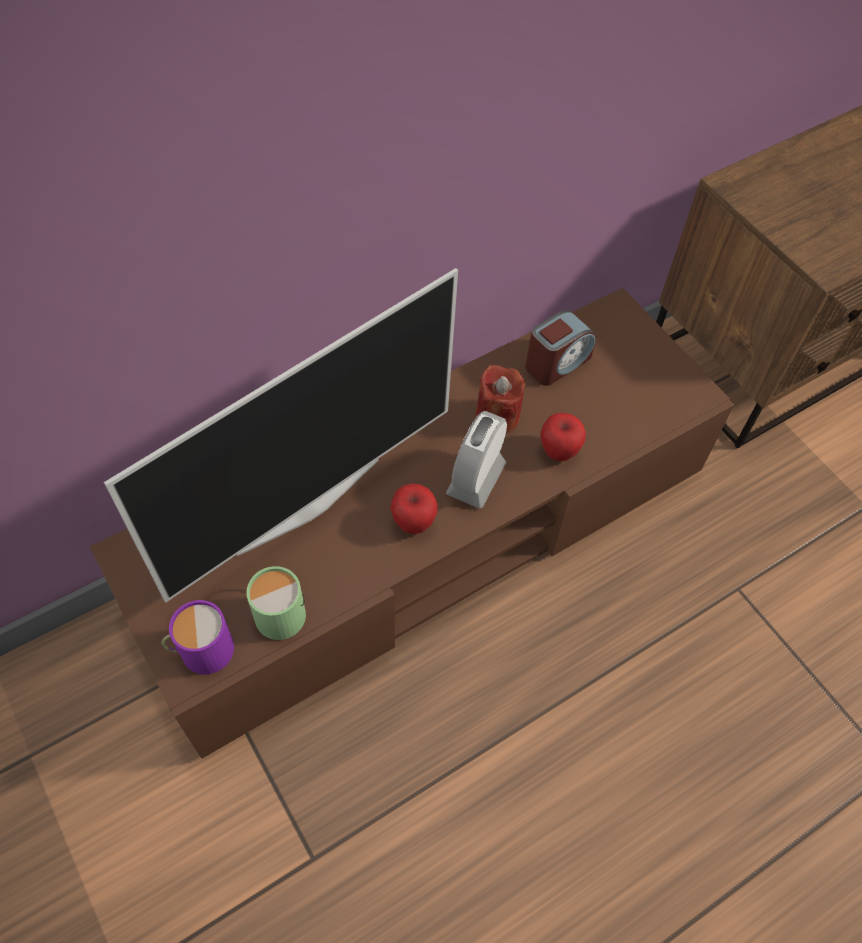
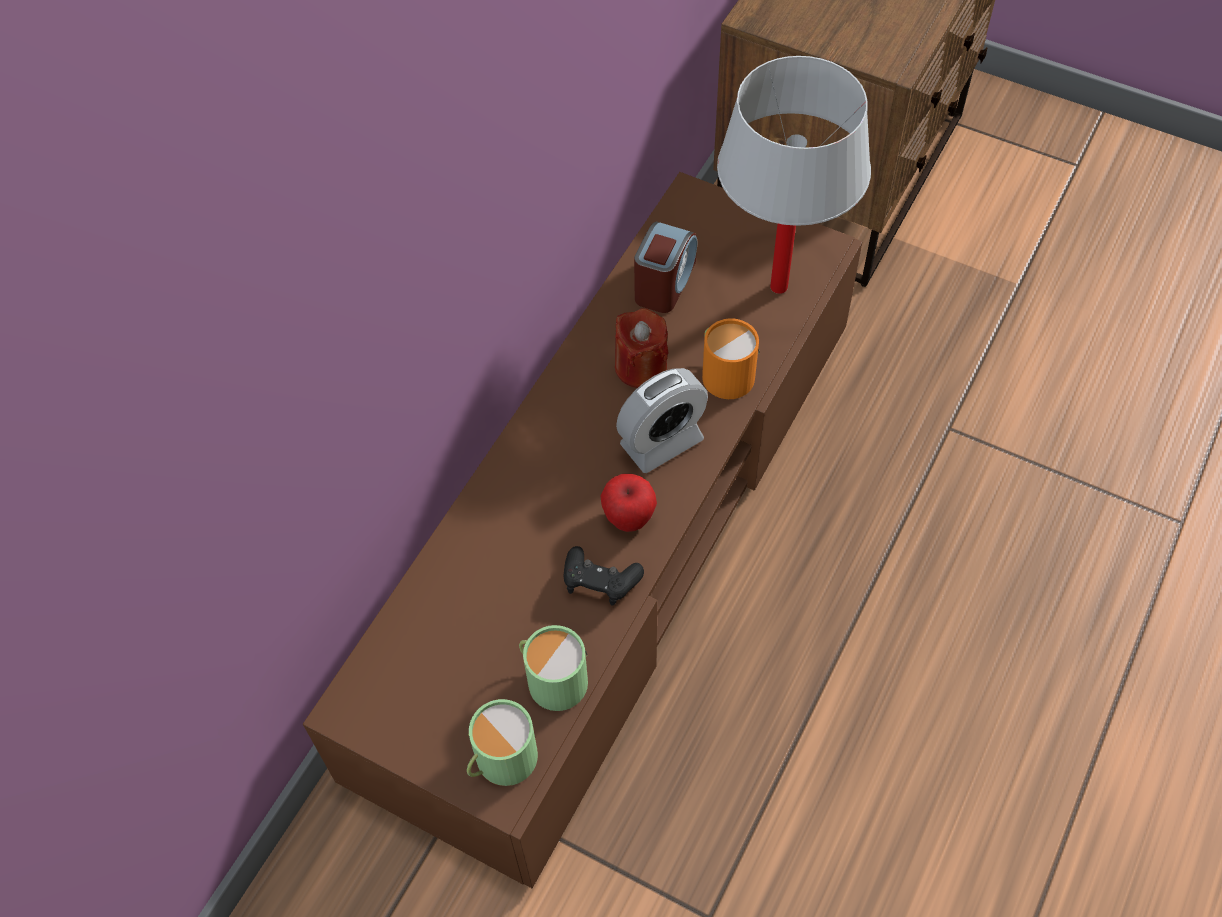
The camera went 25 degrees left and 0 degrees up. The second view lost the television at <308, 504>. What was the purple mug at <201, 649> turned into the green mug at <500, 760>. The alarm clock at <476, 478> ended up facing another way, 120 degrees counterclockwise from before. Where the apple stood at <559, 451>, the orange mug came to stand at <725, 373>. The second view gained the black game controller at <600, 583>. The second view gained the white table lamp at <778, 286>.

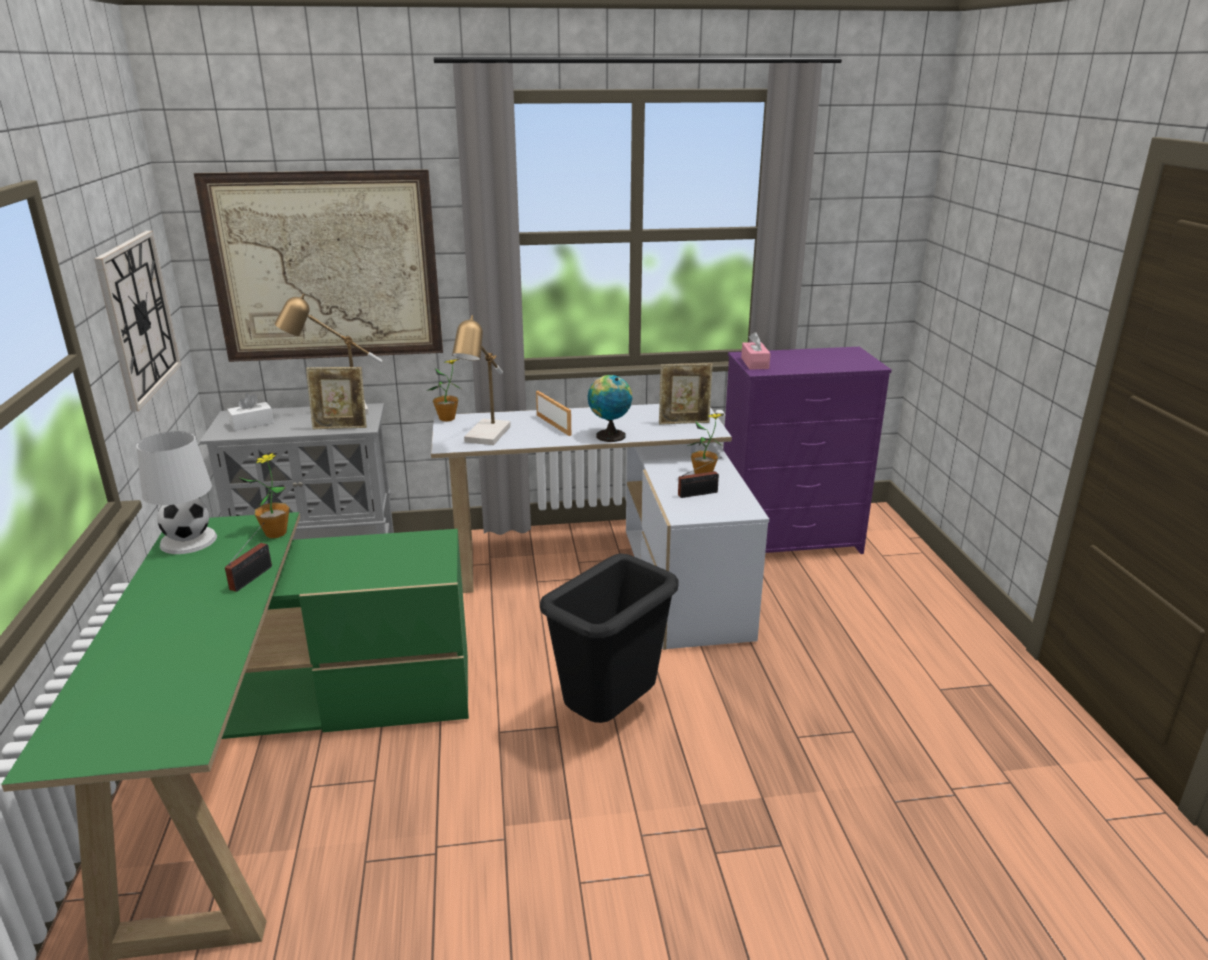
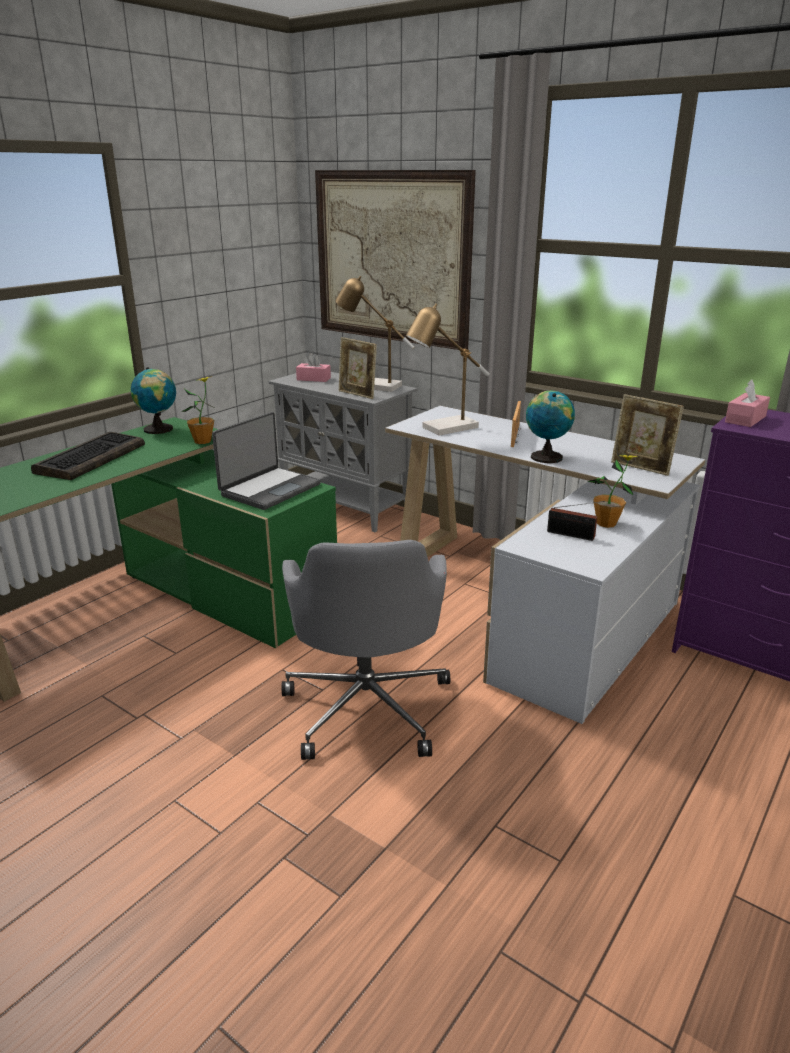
The camera went 45 degrees right and 0 degrees up. The second view lost the wall clock at <138, 317>. Where the white table lamp stood at <189, 540>, the globe came to stand at <159, 430>. The second view lost the radio at <254, 576>. What was the white tissue box at <252, 423> turned into the pink tissue box at <313, 379>. The second view lost the potted plant at <447, 418>. Where the black trash can stood at <609, 716>, the grey office chair came to stand at <367, 706>. The second view gained the keyboard at <91, 458>. The second view gained the laptop at <269, 489>.

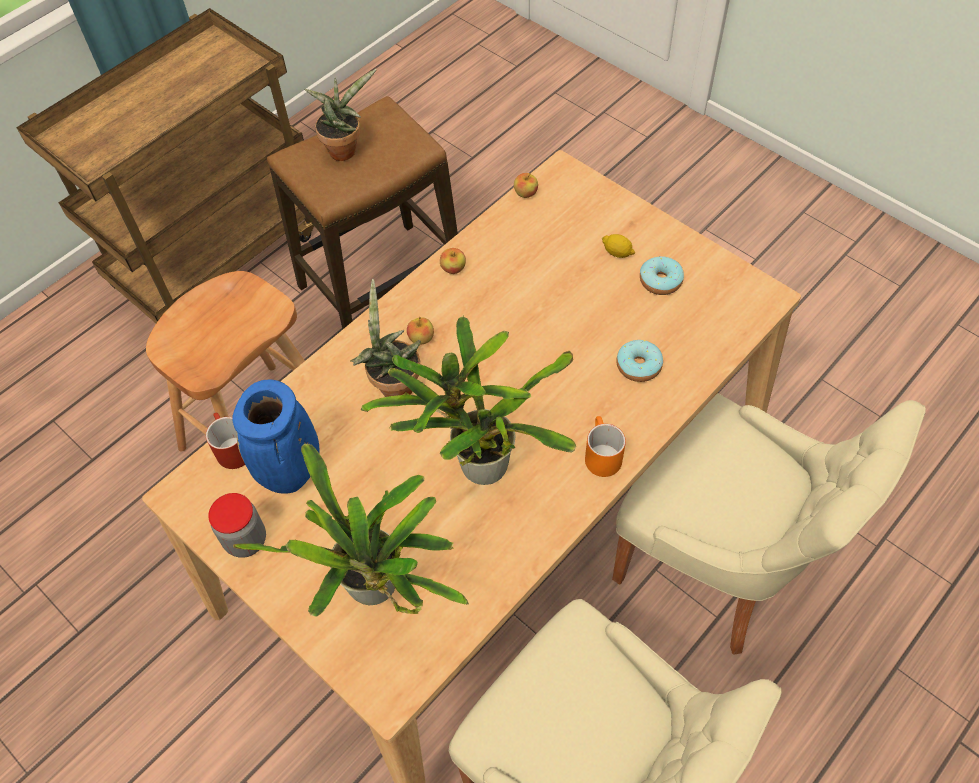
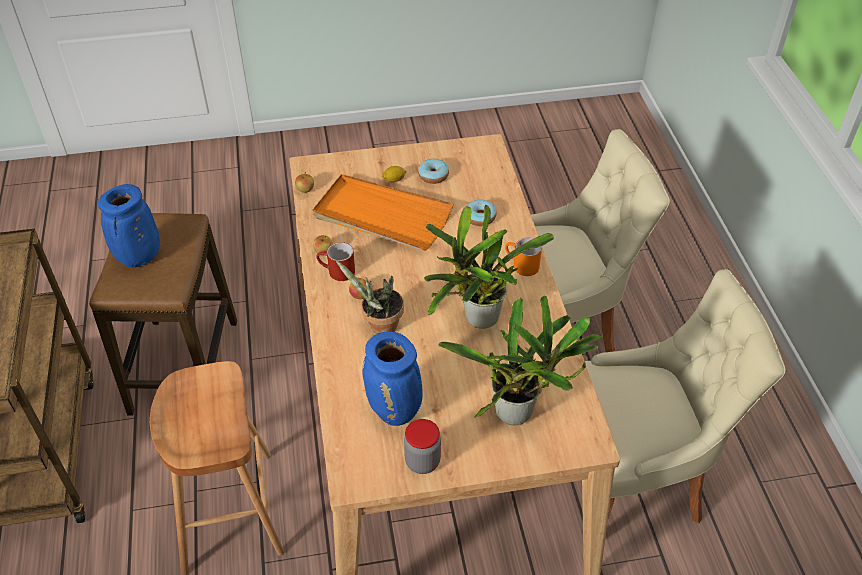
The camera went 55 degrees left and 10 degrees down. The red mug ended up elsewhere, having gone from <230, 448> to <336, 272>. Where the potted plant stood at <345, 148>, the blue vase came to stand at <139, 259>. The second view gained the orange tray at <381, 216>.

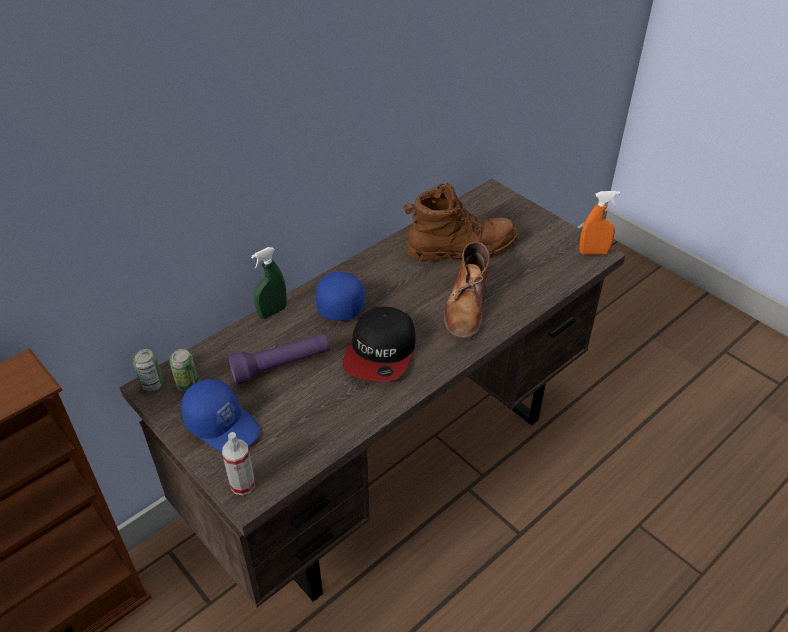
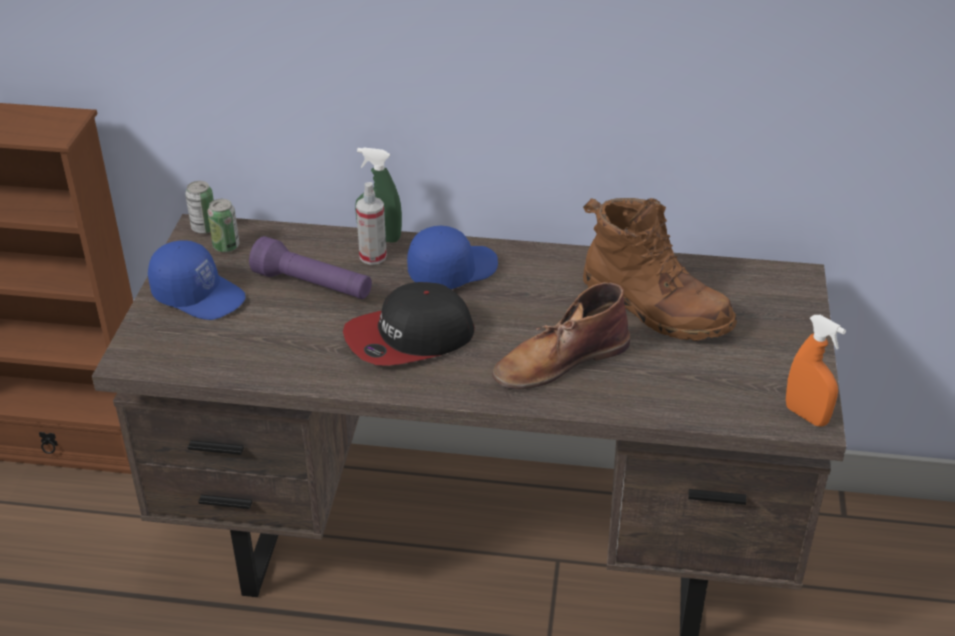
The camera went 50 degrees right and 5 degrees down. The blue cap at <223, 425> ended up facing another way, 60 degrees counterclockwise from before. The spray bottle ended up elsewhere, having gone from <242, 484> to <373, 256>.

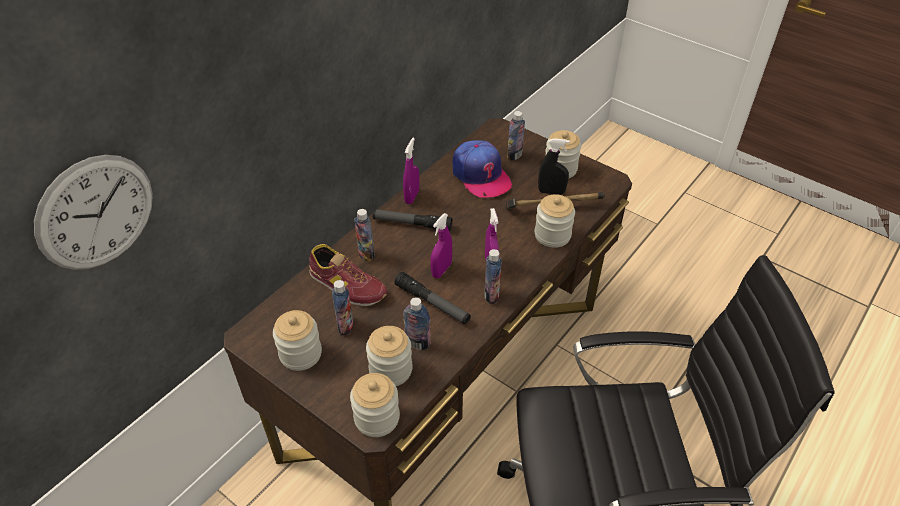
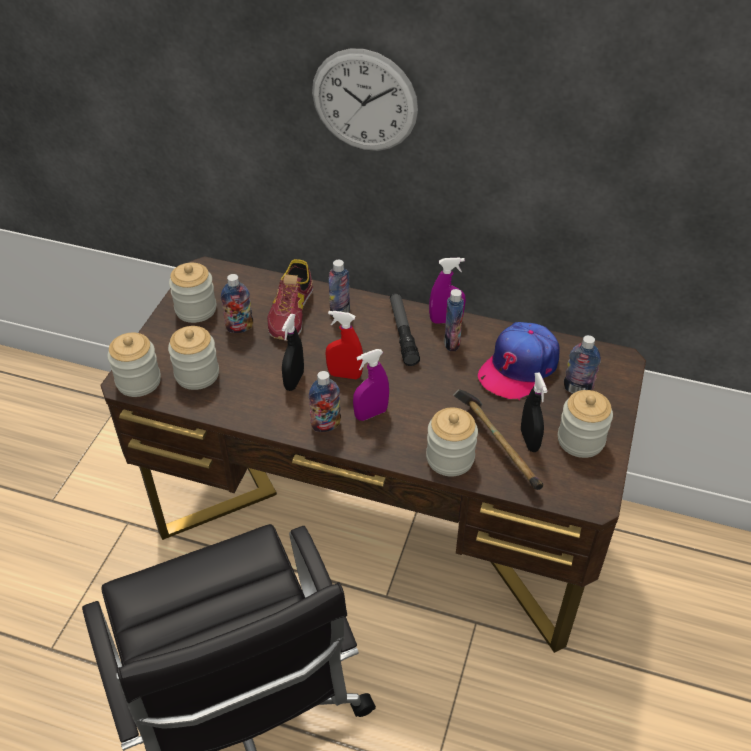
The camera went 70 degrees right and 0 degrees up. The wall clock ended up elsewhere, having gone from <96, 213> to <364, 101>. Where the flashlight stood at <432, 303>, the black spray bottle came to stand at <294, 381>. The bottle ended up elsewhere, having gone from <418, 343> to <452, 343>. What was the purple spray bottle at <441, 270> turned into the red spray bottle at <345, 375>.

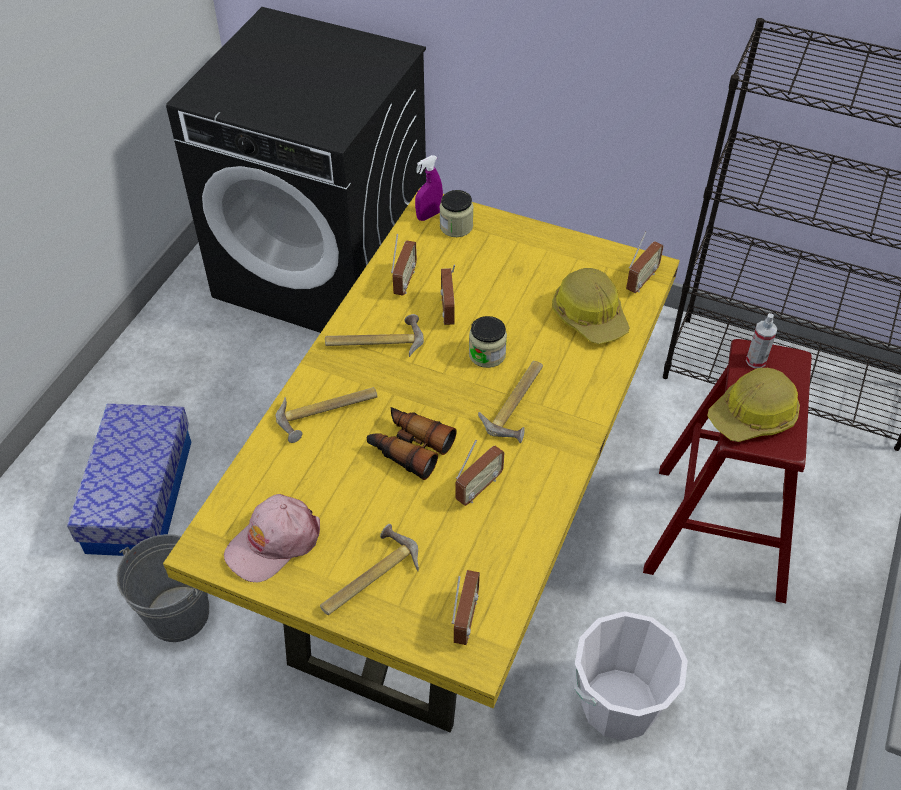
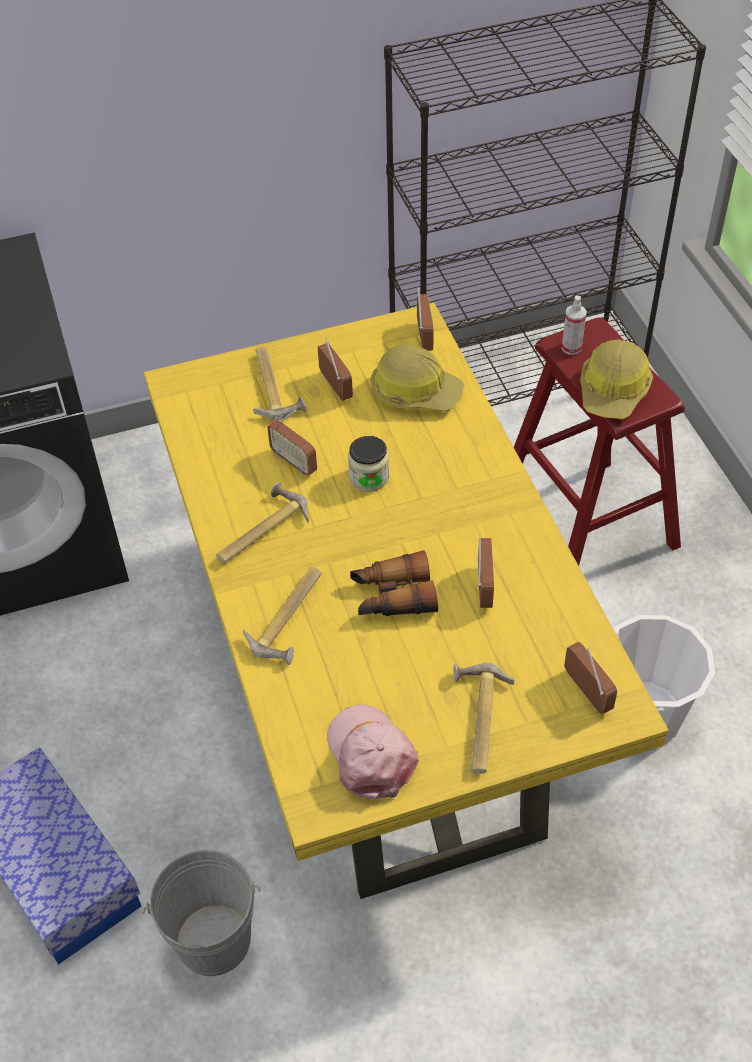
The camera went 40 degrees left and 0 degrees up. The pink cap at <273, 542> ended up facing another way, 150 degrees clockwise from before. The radio ended up elsewhere, having gone from <404, 282> to <335, 387>. The second view lost the purple spray bottle at <429, 215>. The second view lost the jar at <456, 226>. The hammer ended up elsewhere, having gone from <519, 404> to <275, 387>.

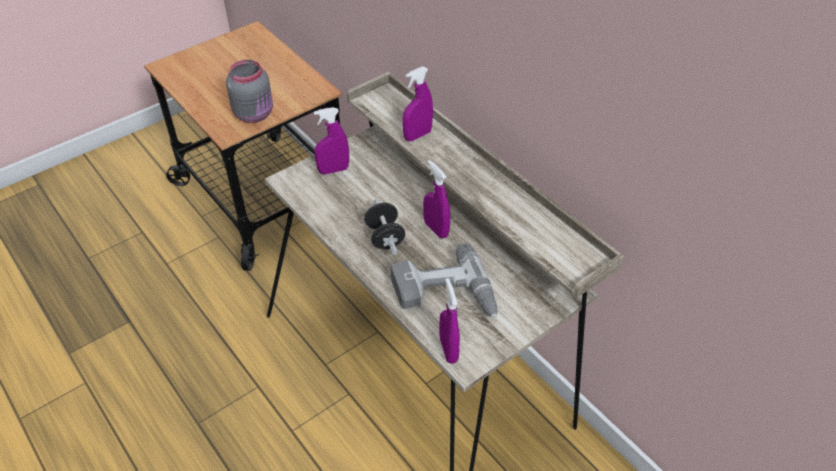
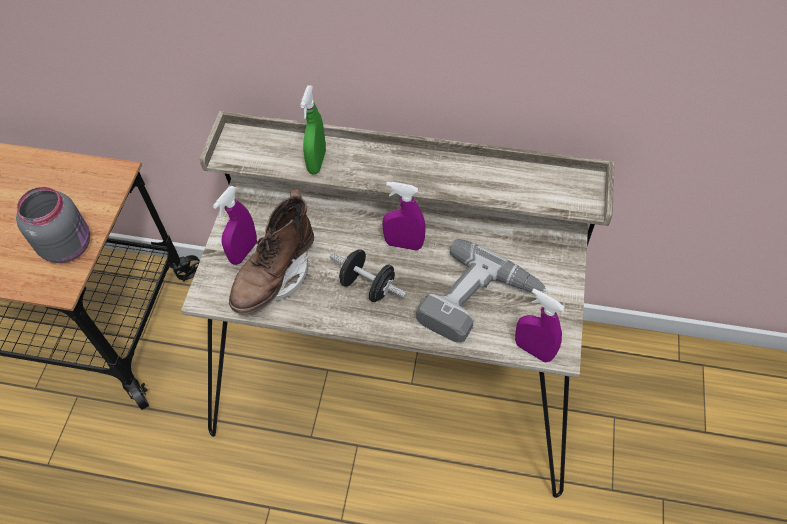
The camera went 40 degrees left and 10 degrees up. What was the purple spray bottle at <417, 135> turned into the green spray bottle at <317, 162>. The second view gained the brown boot at <275, 276>.

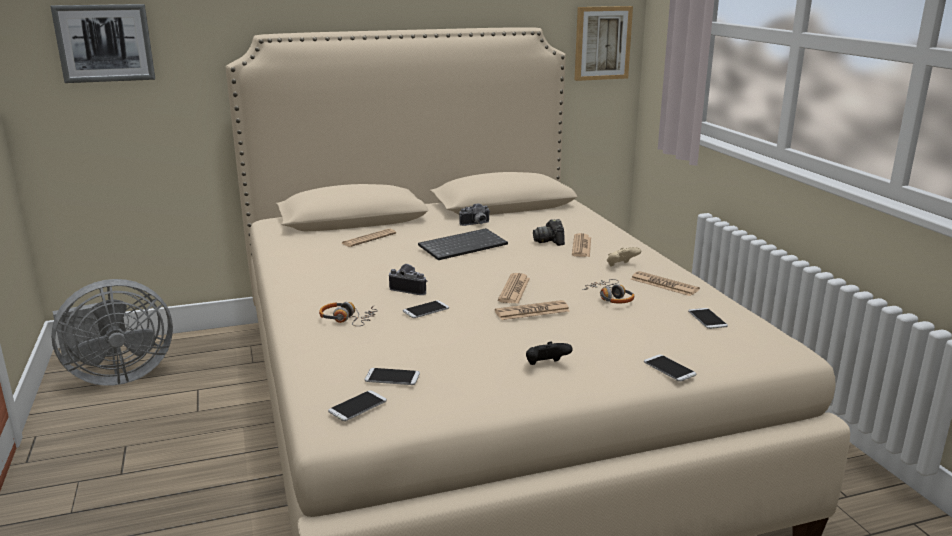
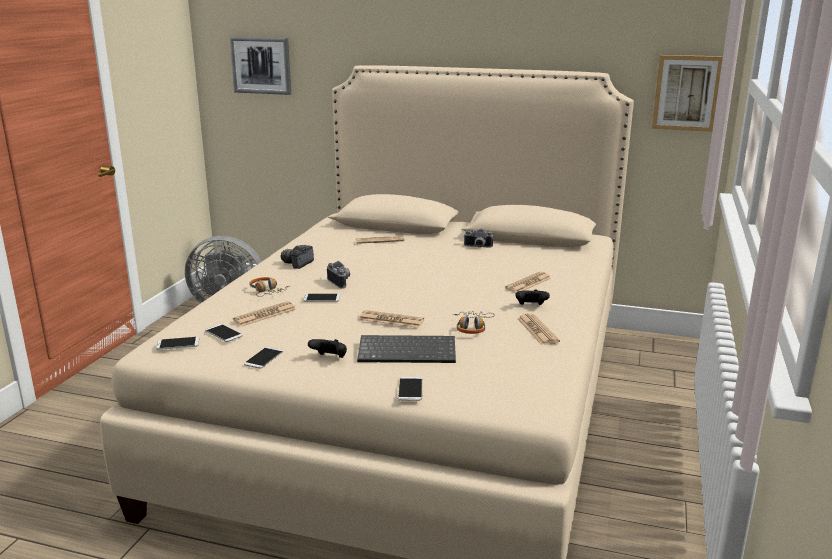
The camera went 35 degrees right and 0 degrees up. The keyboard ended up elsewhere, having gone from <463, 246> to <408, 351>. The newspaper ended up elsewhere, having gone from <514, 289> to <265, 315>. The photo camera ended up elsewhere, having gone from <550, 241> to <298, 263>. What was the beige game controller at <621, 266> turned into the black game controller at <531, 306>. The phone ended up elsewhere, having gone from <707, 319> to <264, 358>.

